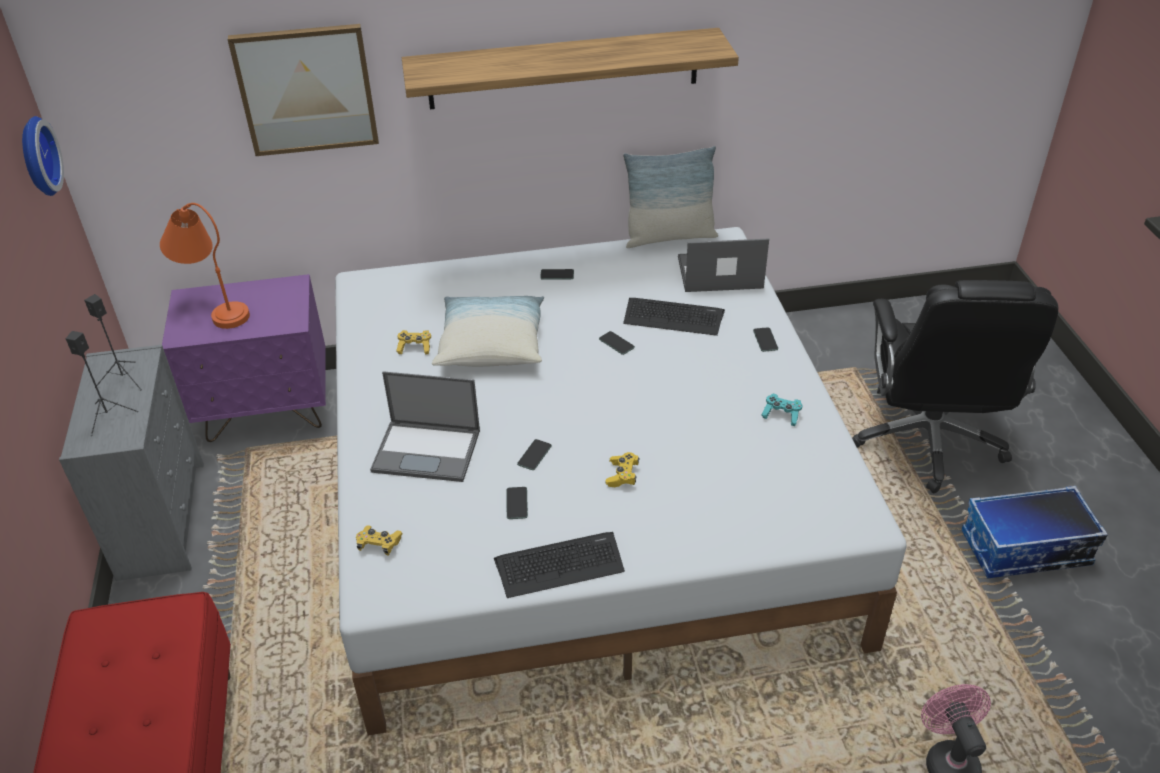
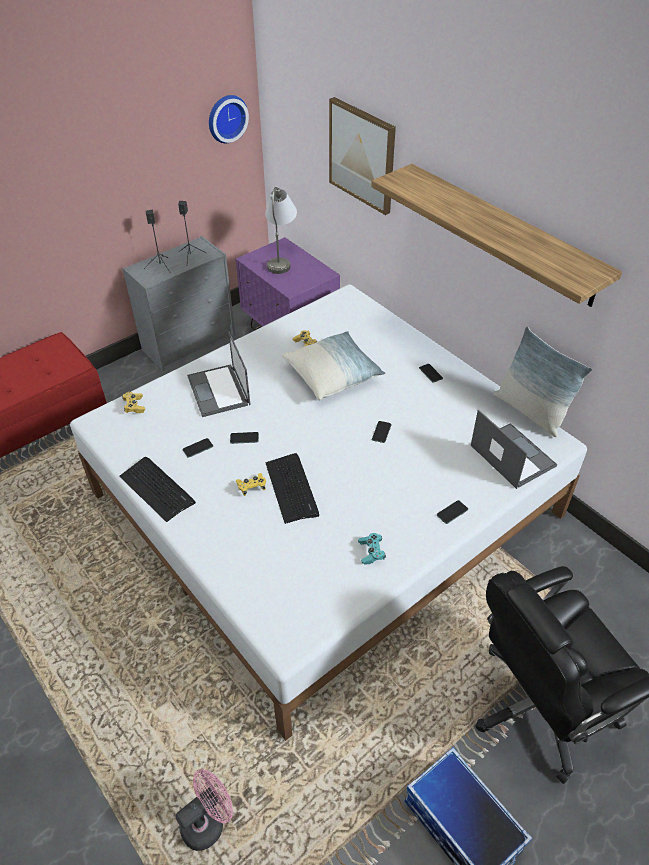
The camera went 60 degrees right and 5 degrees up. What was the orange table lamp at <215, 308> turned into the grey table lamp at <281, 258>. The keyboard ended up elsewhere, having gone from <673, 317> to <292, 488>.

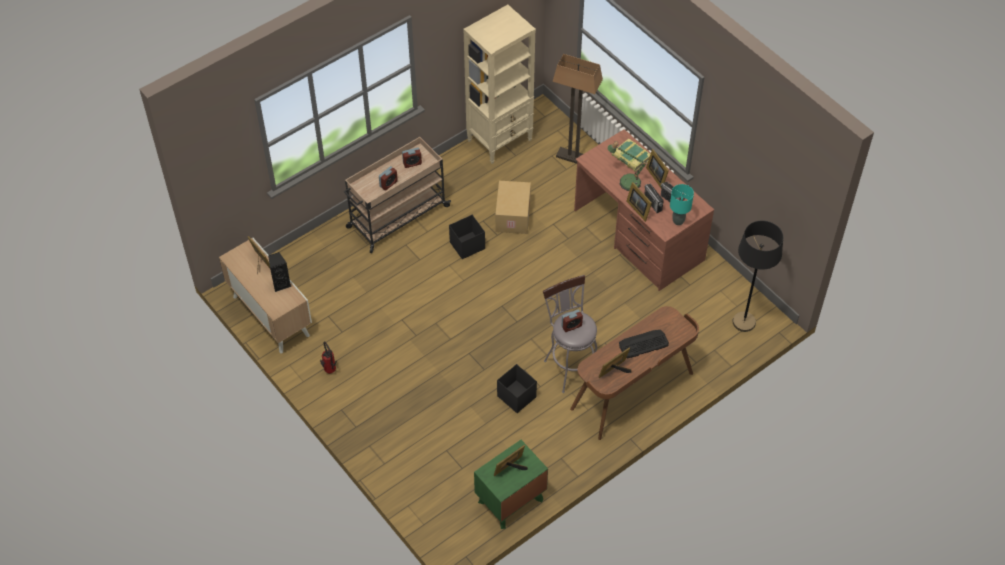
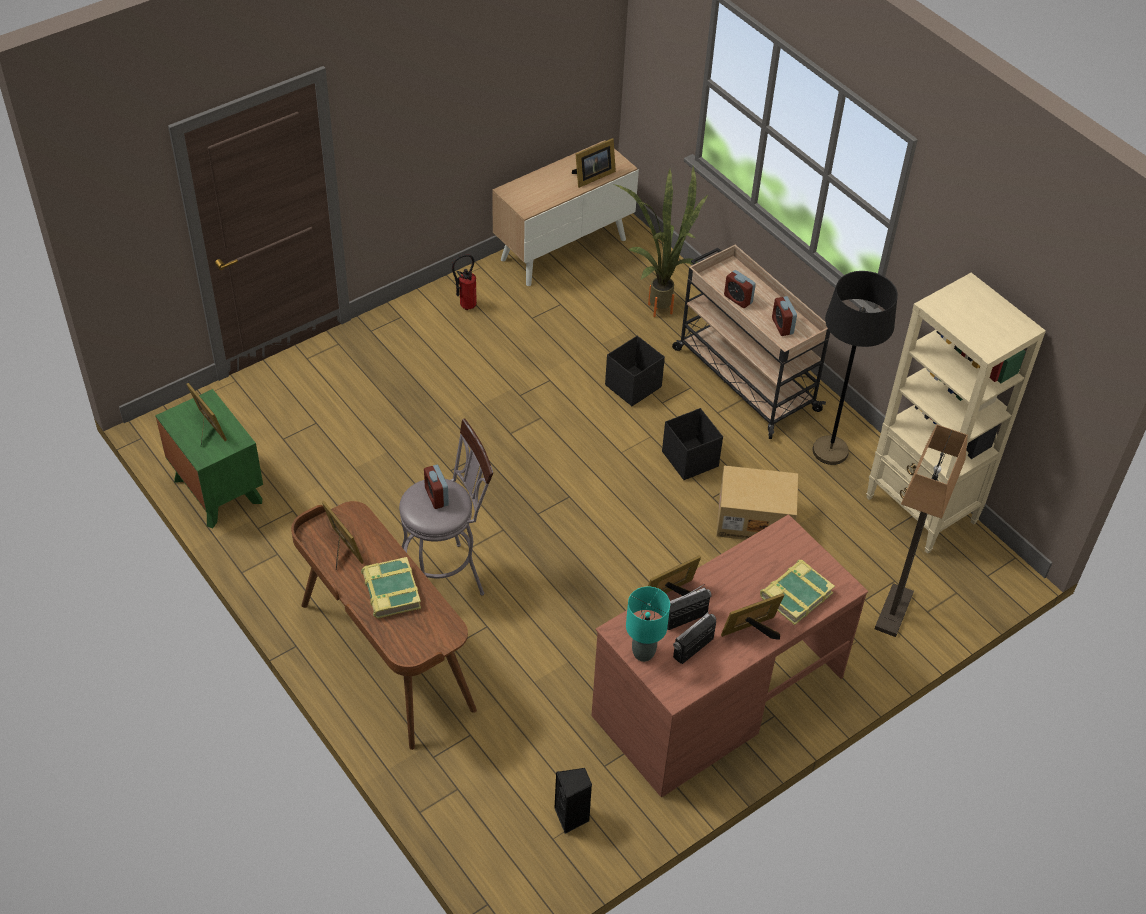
The camera went 90 degrees right and 5 degrees down. The black speaker ended up elsewhere, having gone from <281, 283> to <572, 817>. The black storage box ended up elsewhere, having gone from <516, 396> to <634, 386>. The second view lost the table lamp at <626, 181>. Where the keyboard stood at <643, 344>, the book came to stand at <390, 592>. The black floor lamp ended up elsewhere, having gone from <744, 322> to <830, 451>. The second view gained the potted plant at <660, 303>.

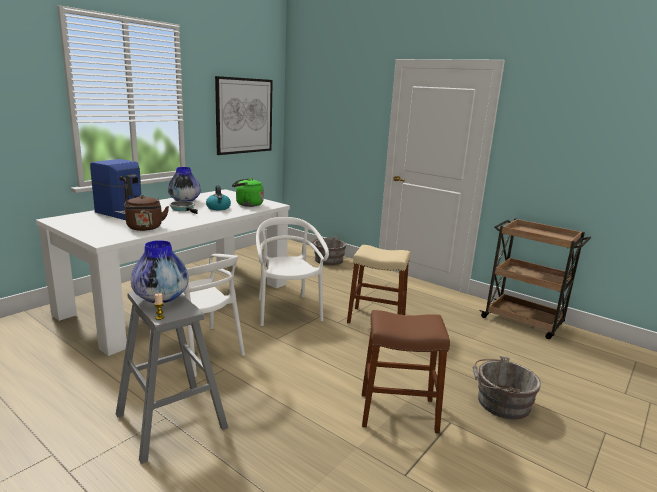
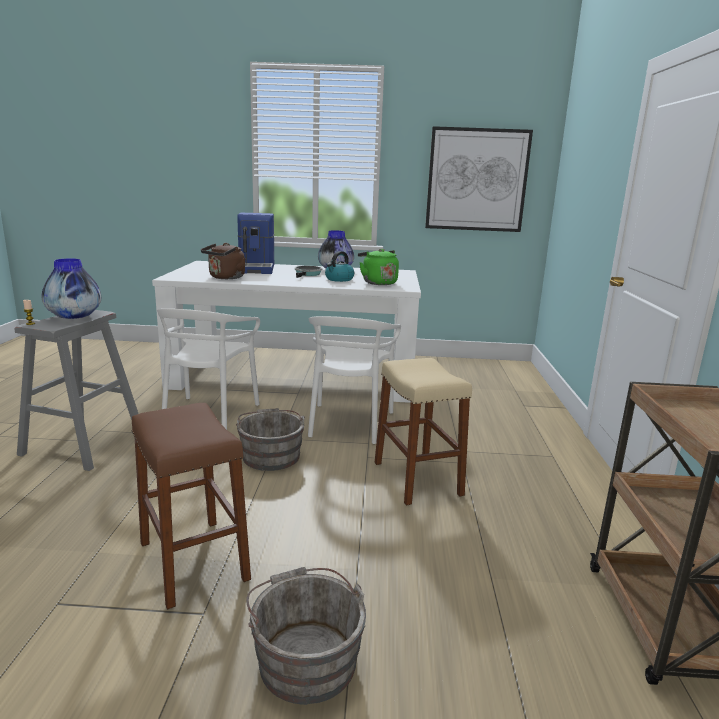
The camera went 55 degrees right and 0 degrees up. The white chair at <287, 311> ended up facing another way, 150 degrees clockwise from before. The grey bucket ended up elsewhere, having gone from <327, 260> to <271, 455>.

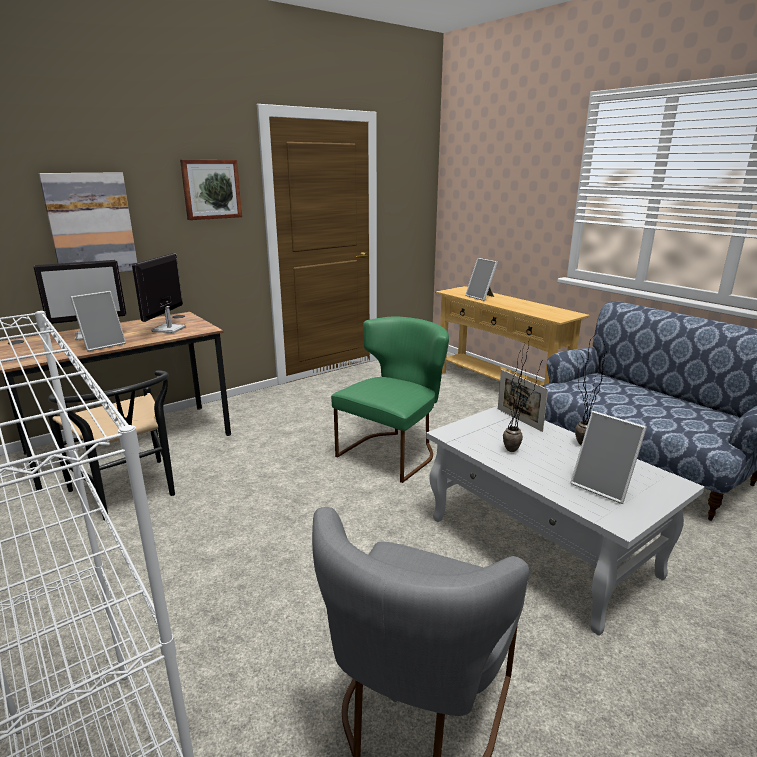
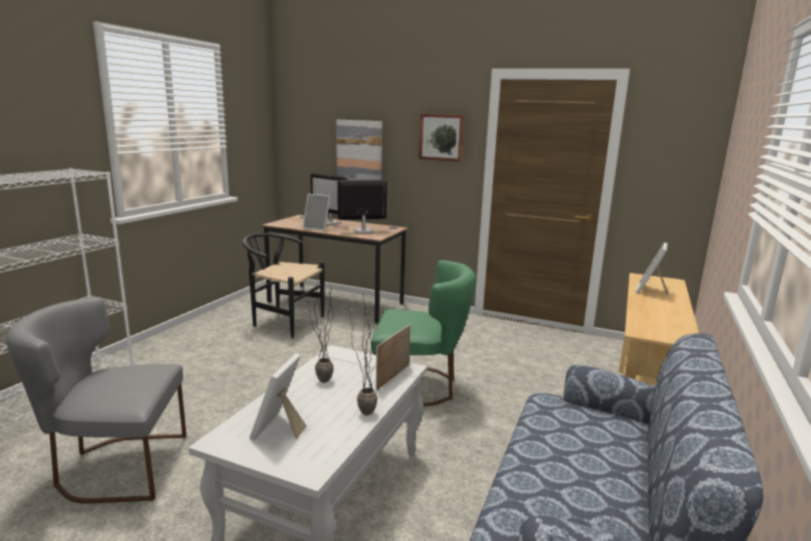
The camera went 60 degrees right and 5 degrees down. The black chair at <130, 493> ended up facing another way, 90 degrees clockwise from before.

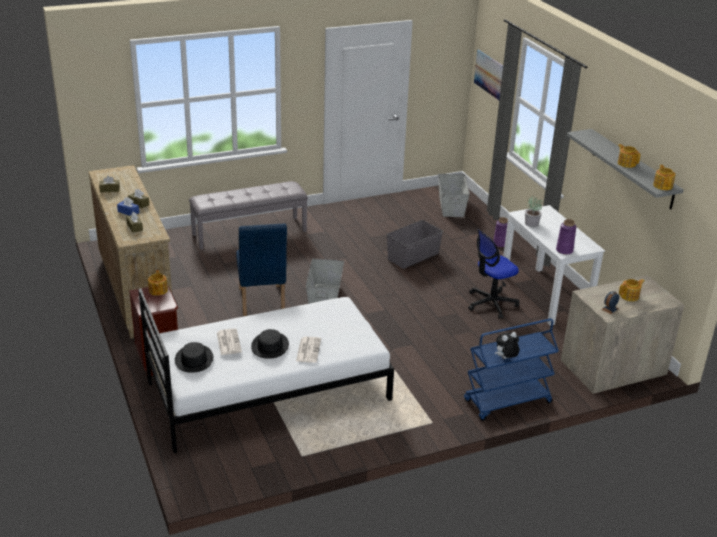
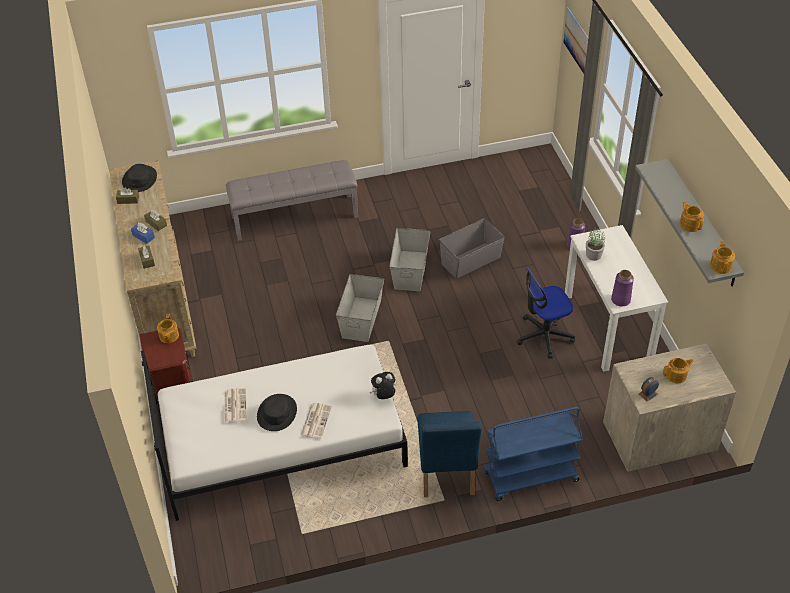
The camera went 10 degrees right and 15 degrees up. The black hat ended up elsewhere, having gone from <194, 359> to <139, 179>. The blue chair ended up elsewhere, having gone from <261, 303> to <446, 476>. The grey storage box ended up elsewhere, having gone from <451, 206> to <410, 270>. The plush toy ended up elsewhere, having gone from <505, 359> to <384, 396>.

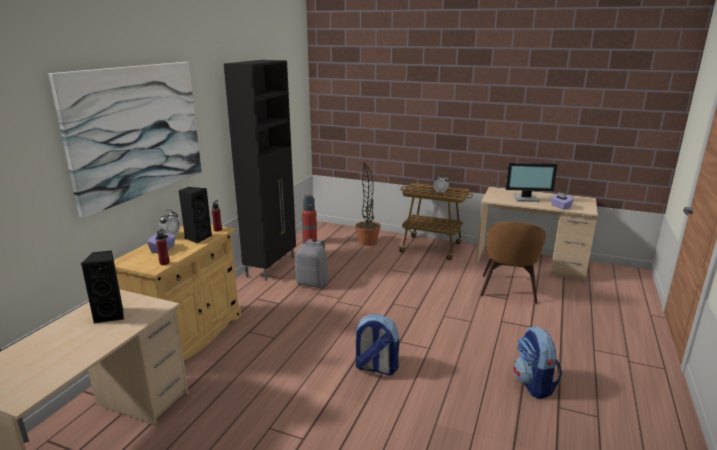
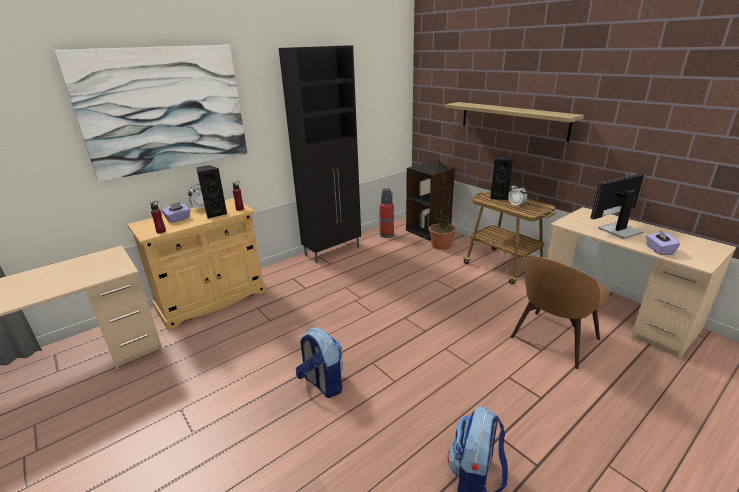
The camera went 30 degrees right and 5 degrees up. The black speaker ended up elsewhere, having gone from <111, 315> to <499, 197>. The second view lost the grey backpack at <313, 283>. The monitor at <526, 198> ended up facing another way, 120 degrees clockwise from before. The second view gained the black bookcase at <428, 230>. The second view gained the shelf at <512, 120>.

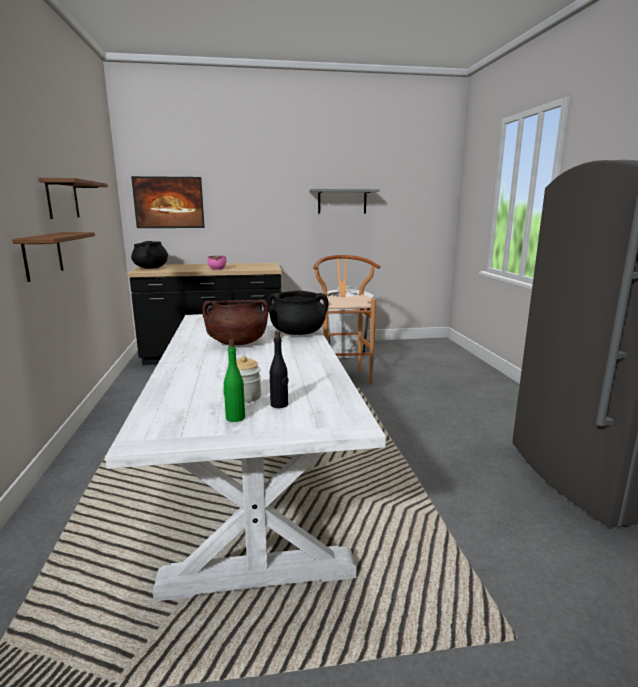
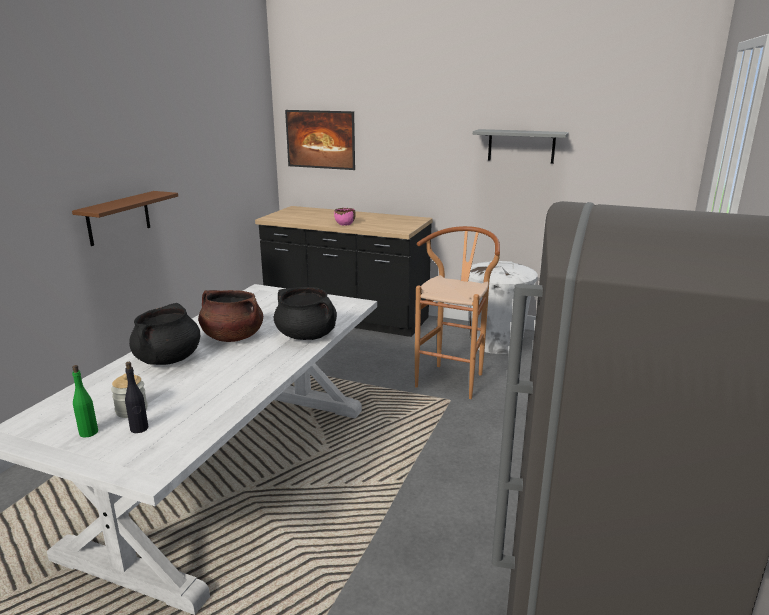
The camera went 30 degrees right and 5 degrees up. The second view lost the brown shelf at <62, 199>. The black cooking pot ended up elsewhere, having gone from <151, 268> to <168, 359>.

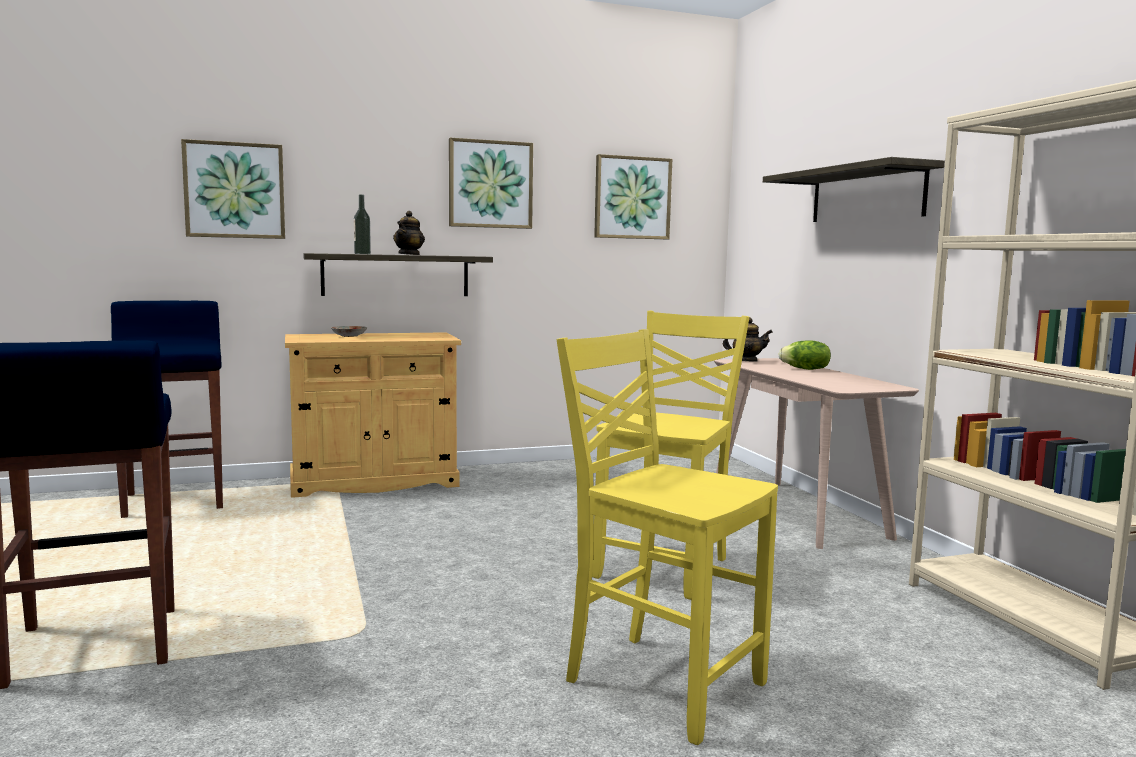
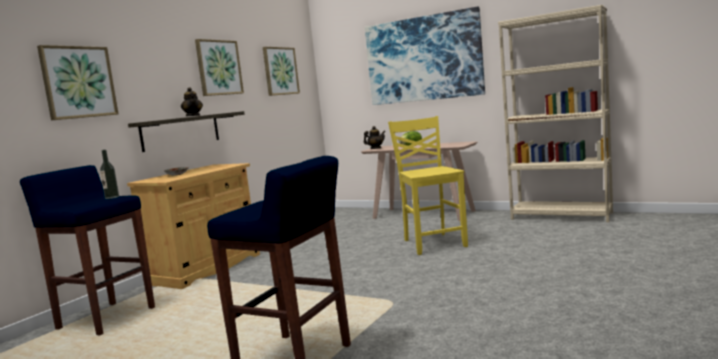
The camera went 40 degrees left and 0 degrees up. The bottle ended up elsewhere, having gone from <362, 254> to <112, 197>. The second view lost the yellow chair at <661, 682>. Where the shelf hung at <866, 195>, the picture came to hang at <423, 59>.

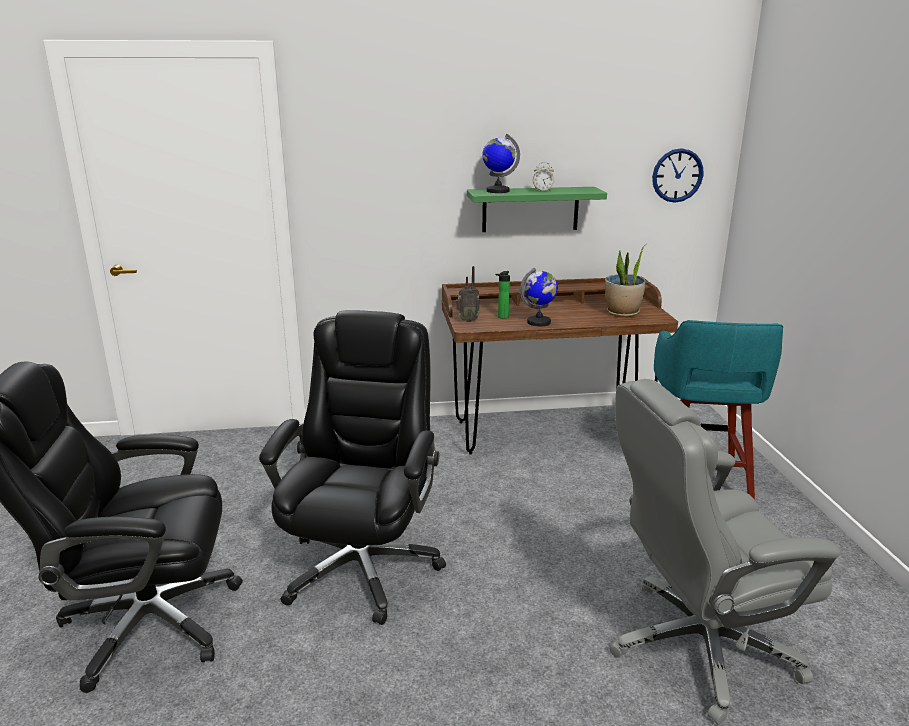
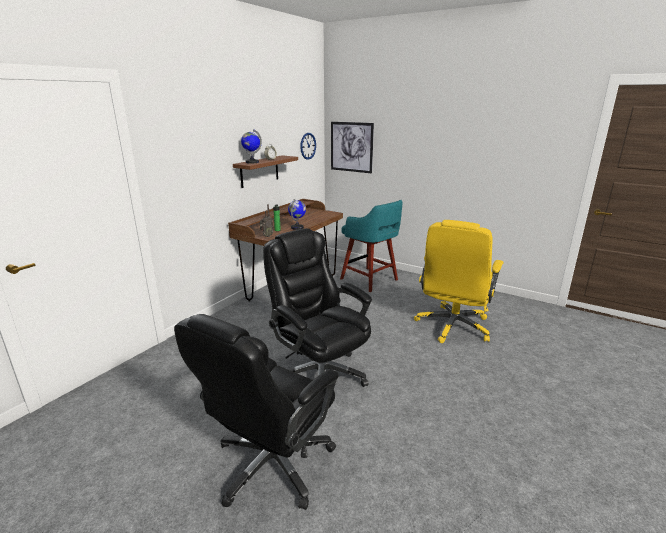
The camera went 50 degrees left and 0 degrees up. What was the green shelf at <530, 209> turned into the brown shelf at <259, 171>. The second view lost the potted plant at <622, 313>. What was the grey office chair at <698, 647> turned into the yellow office chair at <453, 326>. The second view gained the picture at <351, 147>.

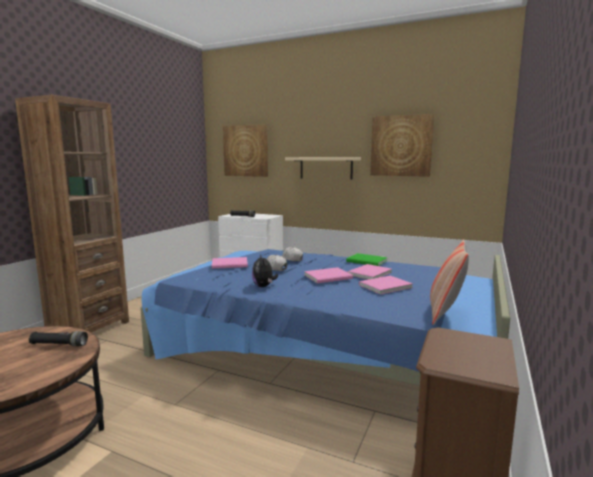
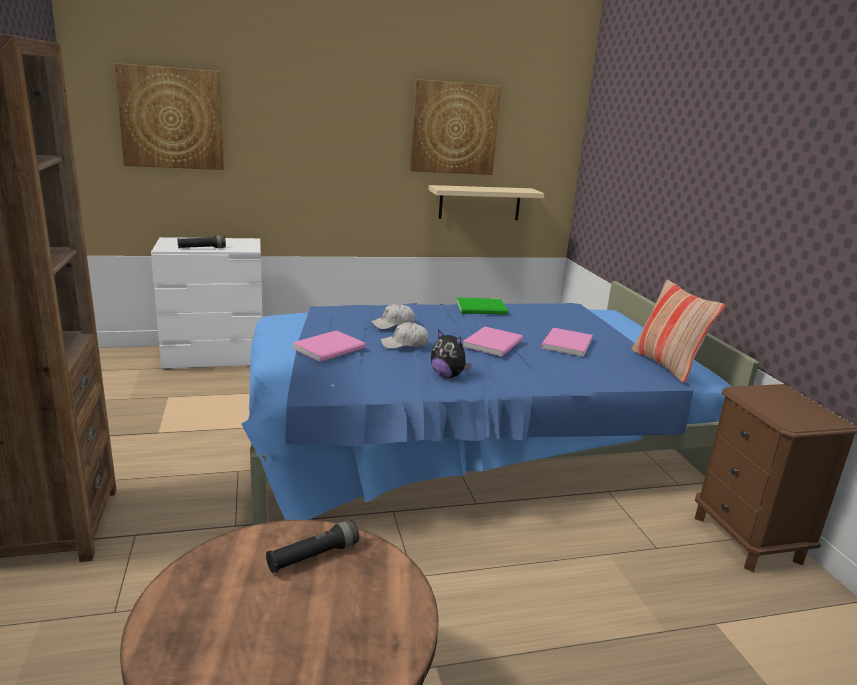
The camera went 40 degrees left and 10 degrees up. The beige shelf ended up elsewhere, having gone from <326, 168> to <480, 203>. The second view lost the pink book at <368, 273>.

